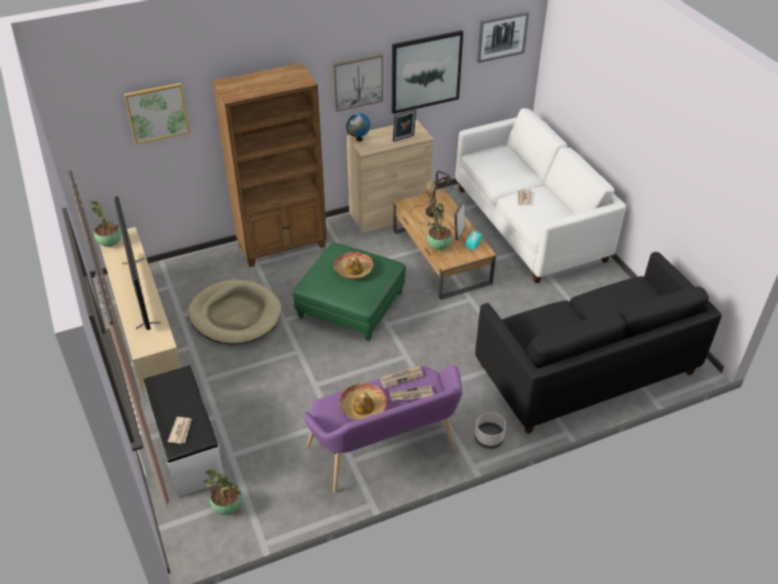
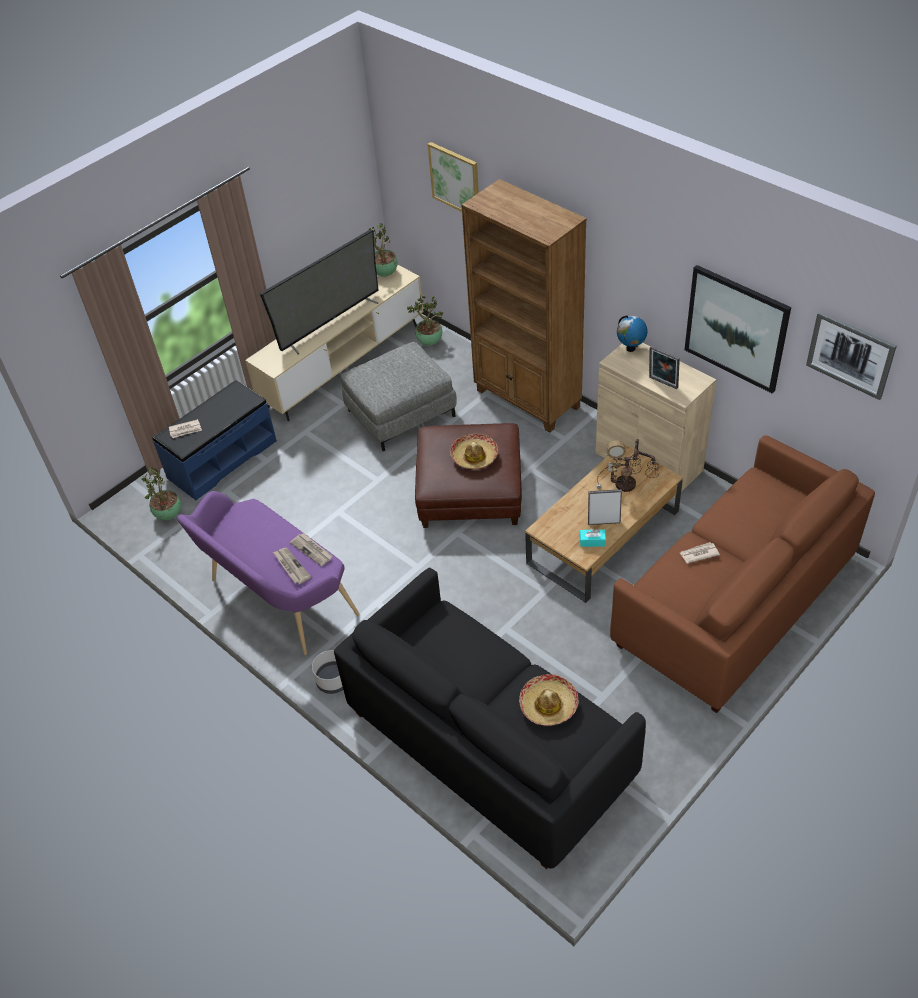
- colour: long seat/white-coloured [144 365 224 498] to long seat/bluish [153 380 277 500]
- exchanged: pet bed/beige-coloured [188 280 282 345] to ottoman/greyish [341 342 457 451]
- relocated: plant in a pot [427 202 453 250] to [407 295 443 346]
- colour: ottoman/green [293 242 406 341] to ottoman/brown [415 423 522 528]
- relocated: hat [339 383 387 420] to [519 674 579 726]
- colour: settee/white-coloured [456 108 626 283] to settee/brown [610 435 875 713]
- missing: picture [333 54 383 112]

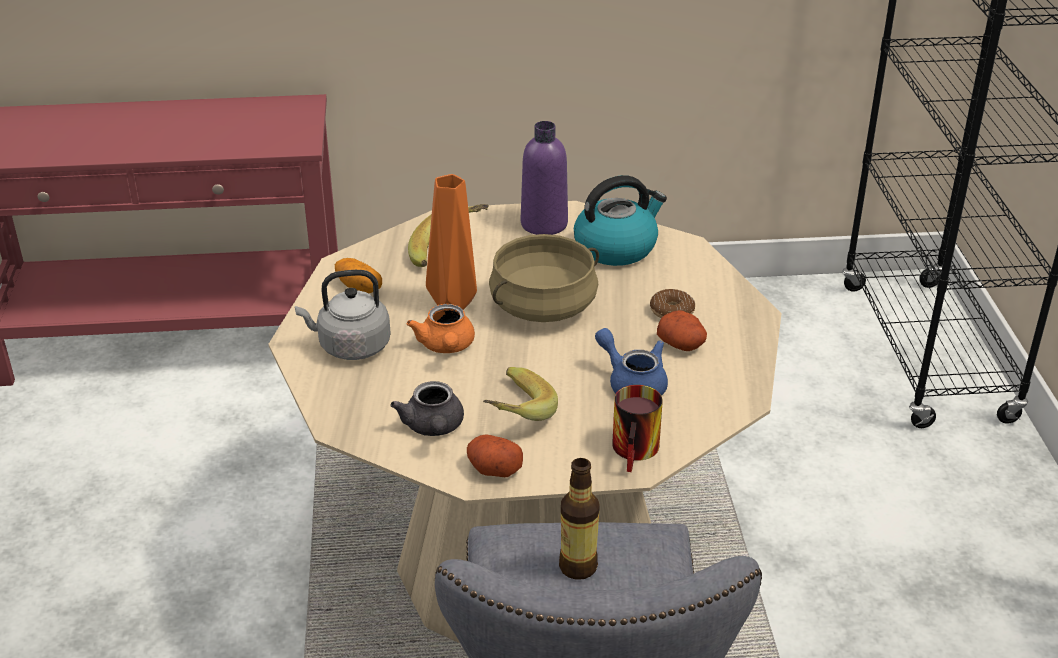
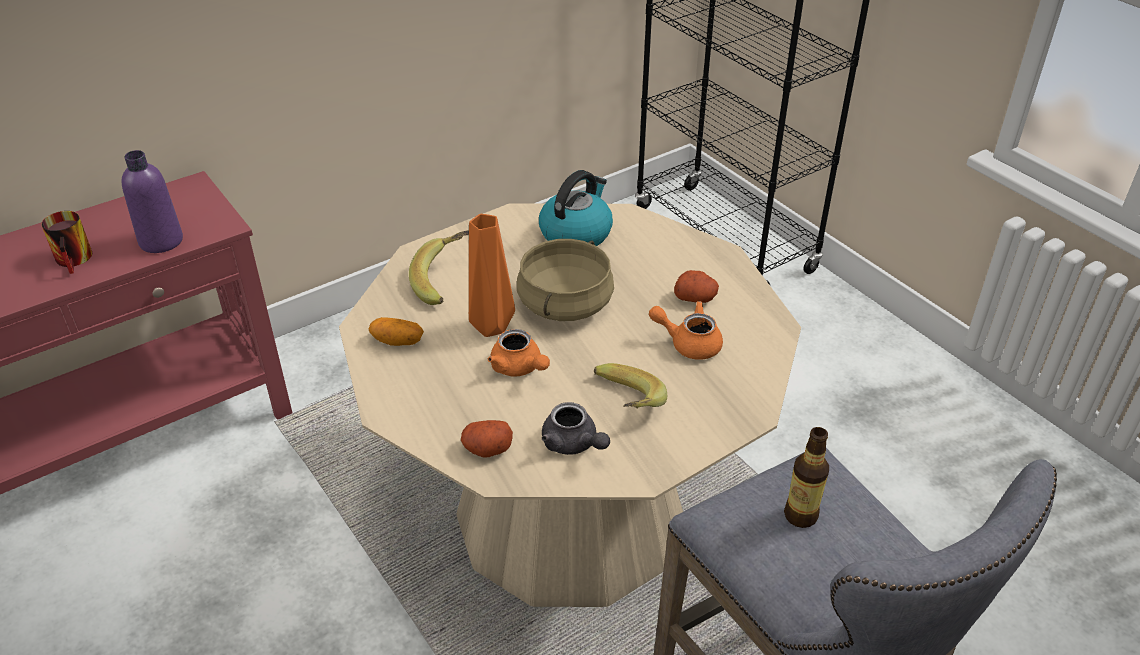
- relocated: coffee mug [612 385 663 472] to [41 211 92 274]
- relocated: beverage bottle/purple-coloured [521 121 568 235] to [122 150 183 253]
- relocated: potato [467 434 523 477] to [461 420 513 458]
- colour: pot for tea/bluish [595 328 668 396] to pot for tea/orange [649 301 723 360]
- missing: water kettle/greyish [295 270 391 360]
- missing: donut [650 289 695 318]

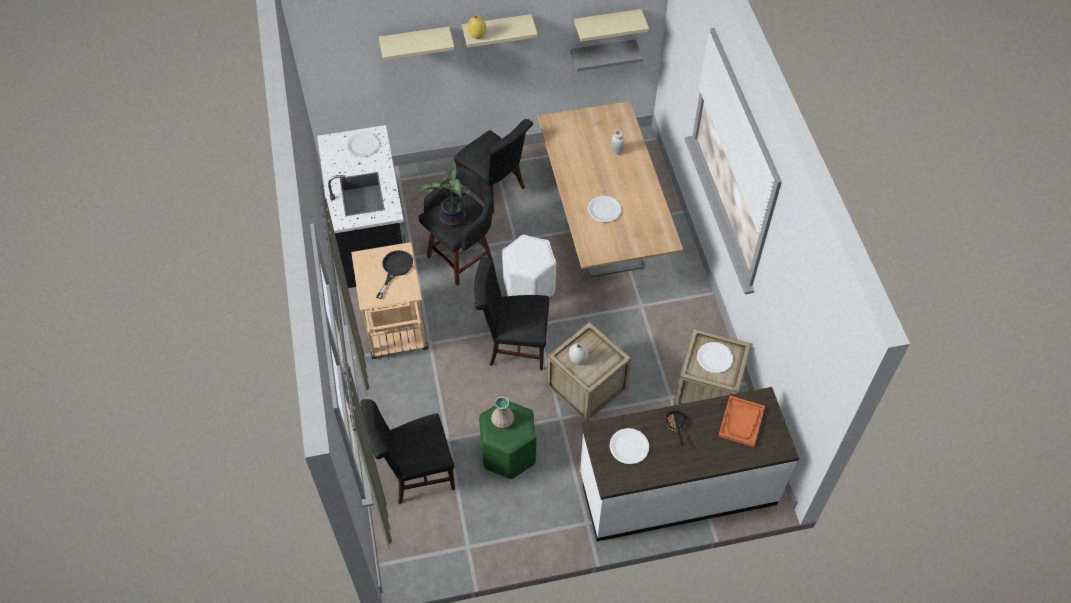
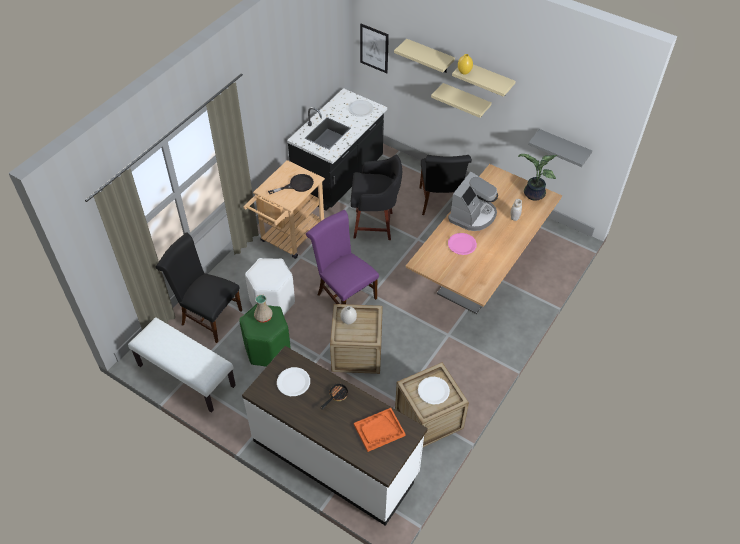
- appeared: long seat/white-coloured [128 317 236 413]
- relocated: stool seat/white-coloured [502 235 556 297] to [245 258 295 315]
- colour: chair/black [474 256 549 371] to chair/purple-coloured [306 210 379 304]
- appeared: picture [360 24 389 73]
- relocated: wall shelf/beige-coloured [574 9 649 42] to [431 83 492 118]
- appeared: coffee brewer [448 172 498 231]
- colour: plate/white-coloured [588 196 622 222] to plate/pink-coloured [448 233 477 255]
- relocated: plant in a pot [419 165 469 226] to [518 154 557 201]

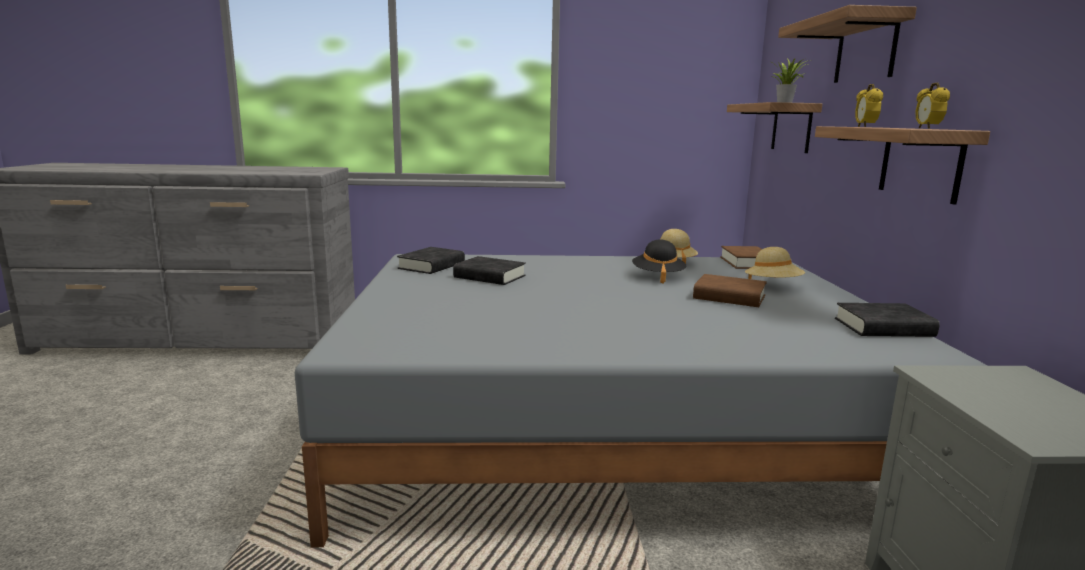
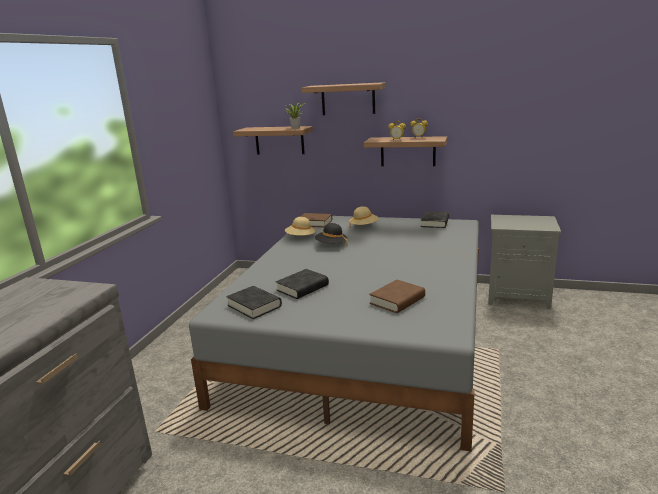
- relocated: bound book/brown [693 274 767 307] to [369 279 425 313]

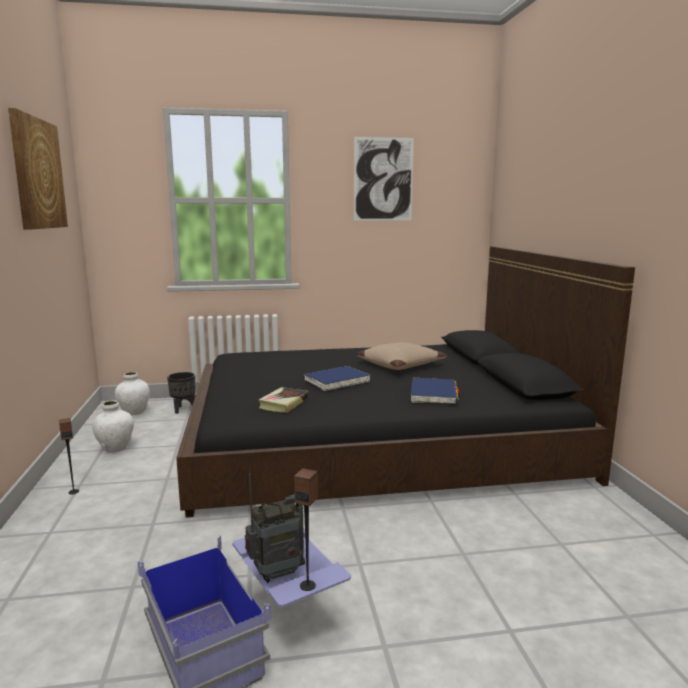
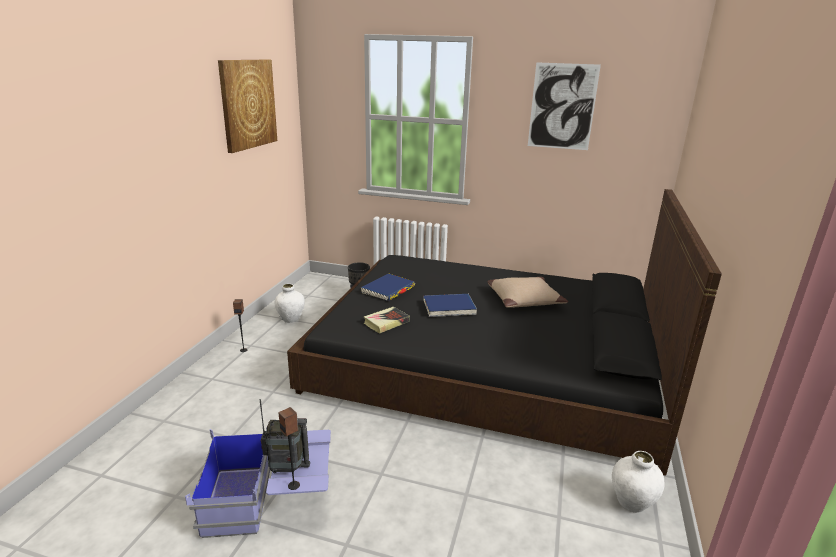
- relocated: bound book/bluish [410 378 459 404] to [361 273 415 301]
- relocated: vase/white-coloured [115 372 150 415] to [612 451 664 513]

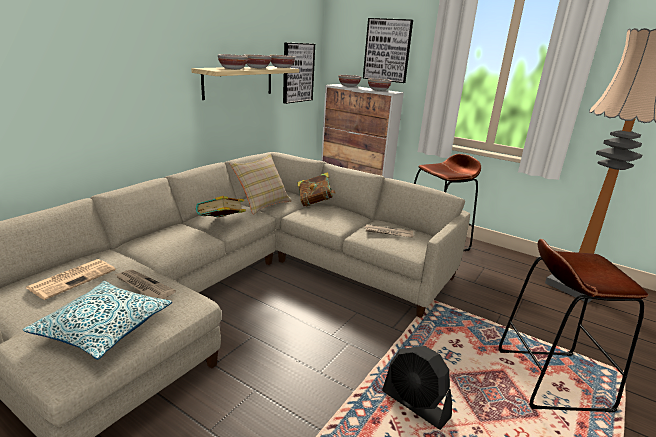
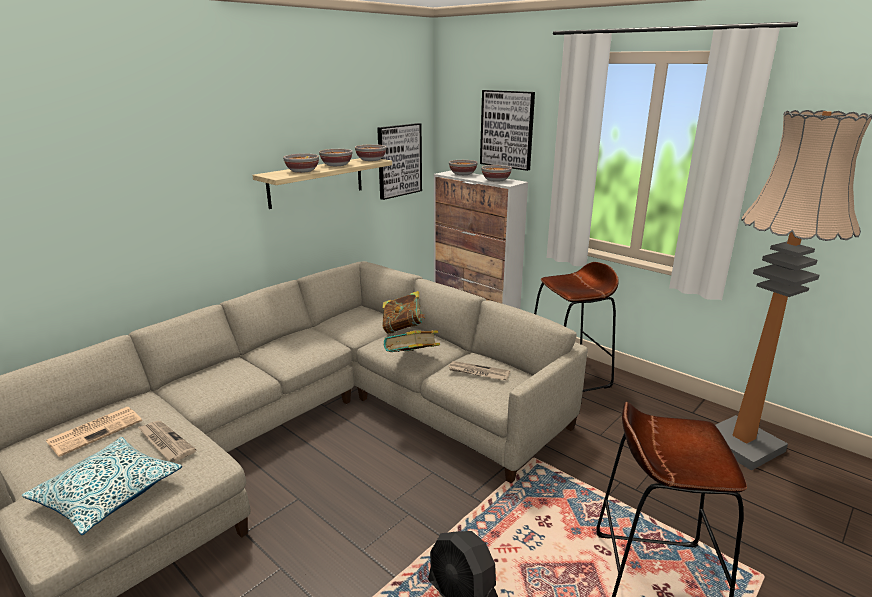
- relocated: bound book [196 196 246 217] to [384 330 440 352]
- missing: pillow/beige-coloured [229 153 292 215]

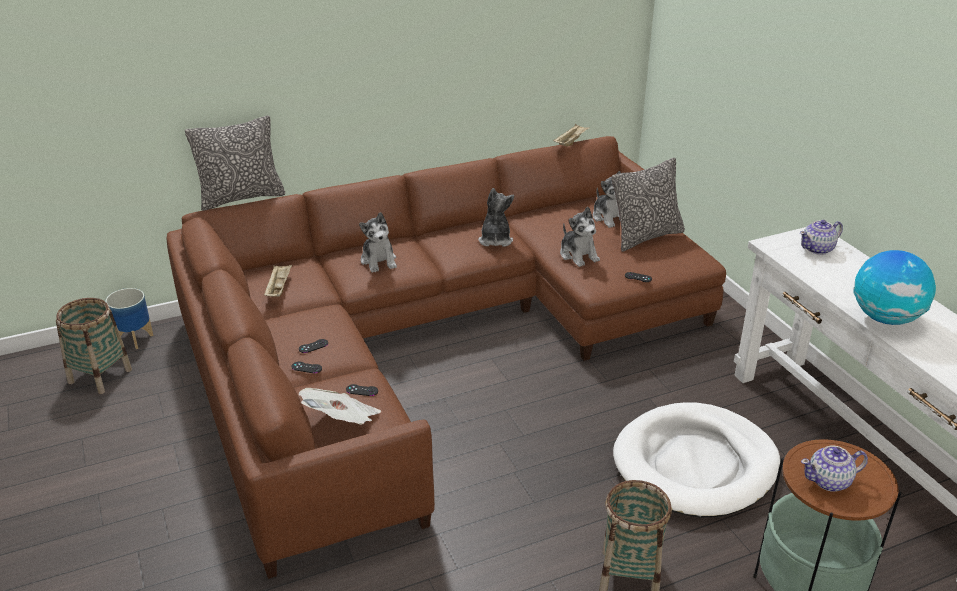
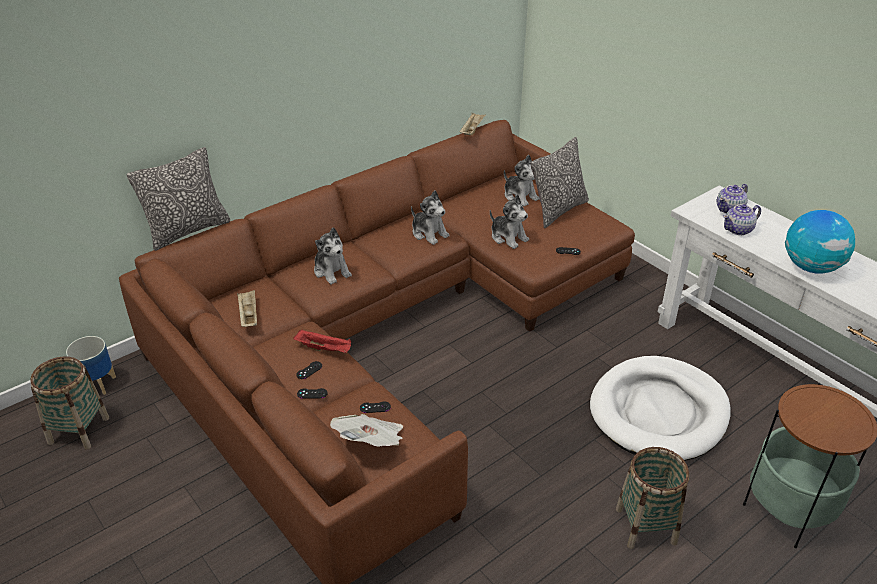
- appeared: tray/red [293 329 351 353]
- spun: plush toy [478 188 514 247] = [411 191 450 245] 150 degrees clockwise
- relocated: pot for tea [801 446 868 492] to [723 204 761 235]

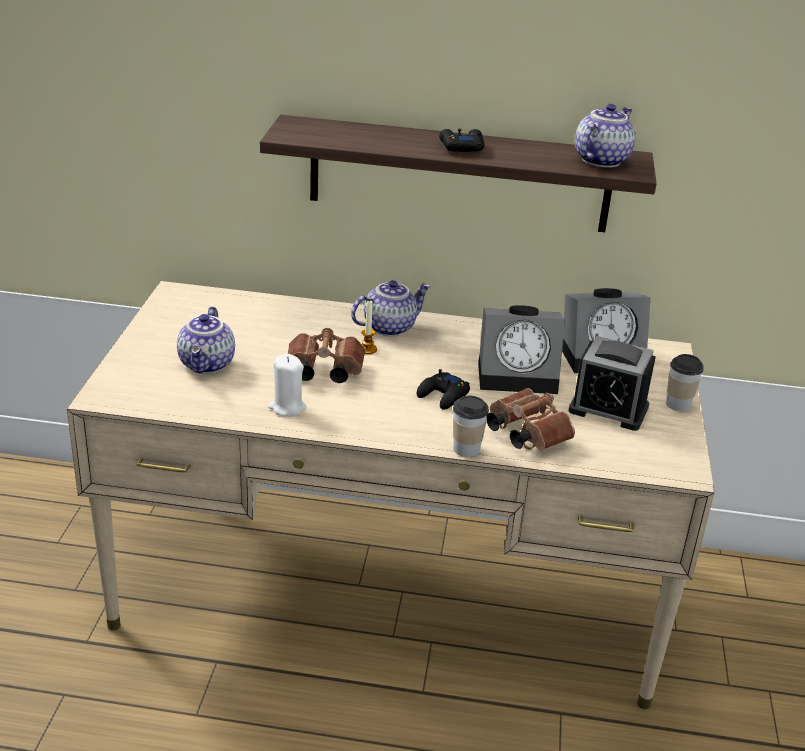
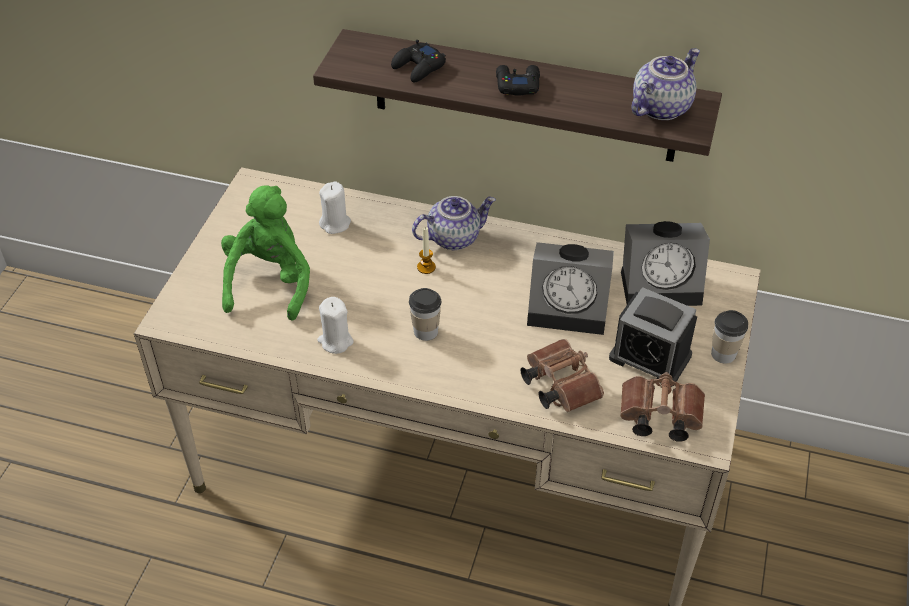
- exchanged: pot for tea [177 306 235 374] to plush toy/green [221 185 310 321]
- appeared: wax light/white-coloured [319 181 351 234]
- relocated: gamepad/black [417 369 470 410] to [391 40 446 83]
- relocated: small cup [453 396 489 457] to [409 288 441 341]
- relocated: binoculars/brown [288 328 365 383] to [620 372 705 442]

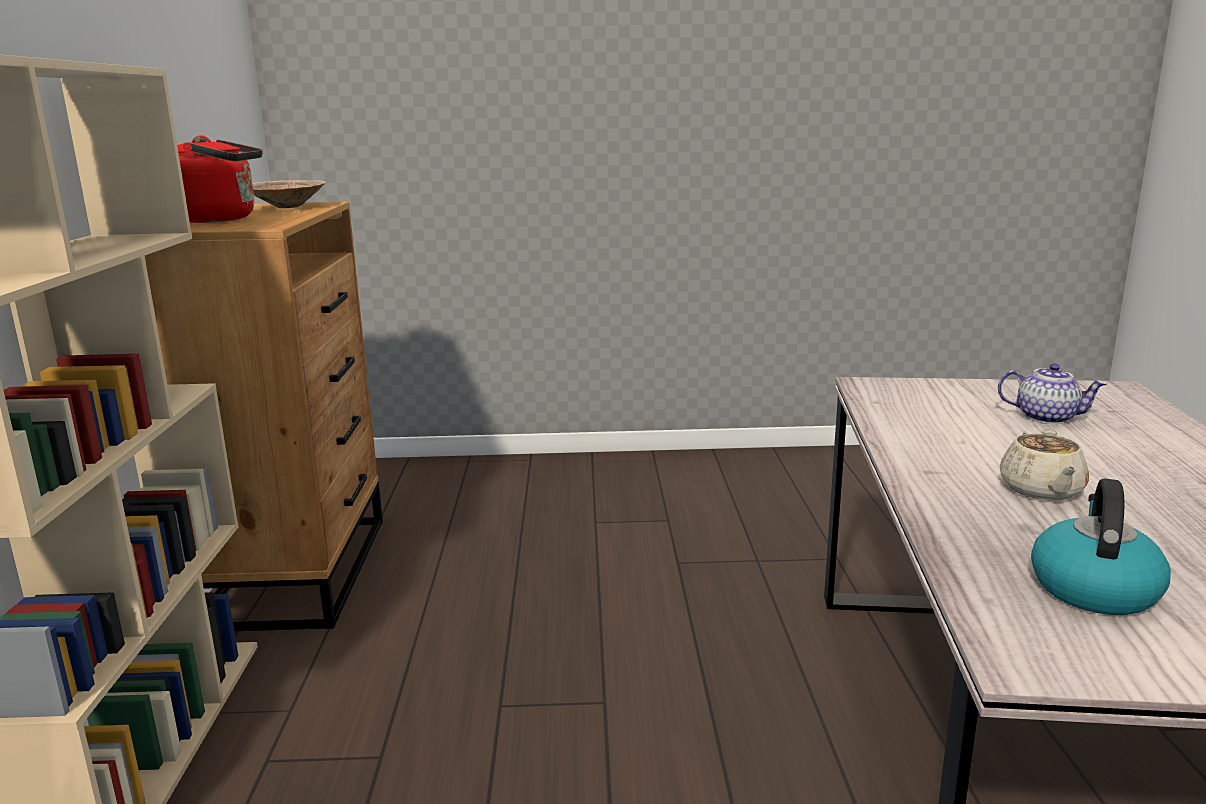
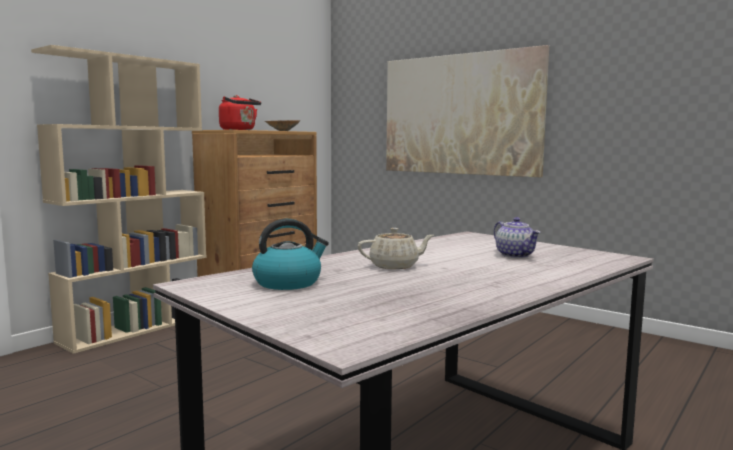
- spun: pot for tea/beige-coloured [1000 429 1089 501] = [358 228 434 269] 150 degrees counterclockwise
- appeared: picture [386 45 549 177]

